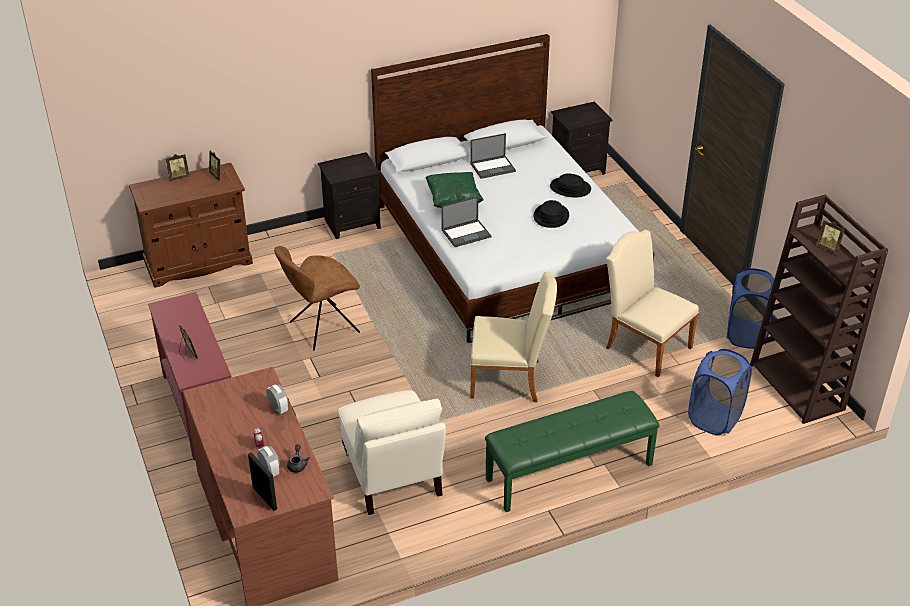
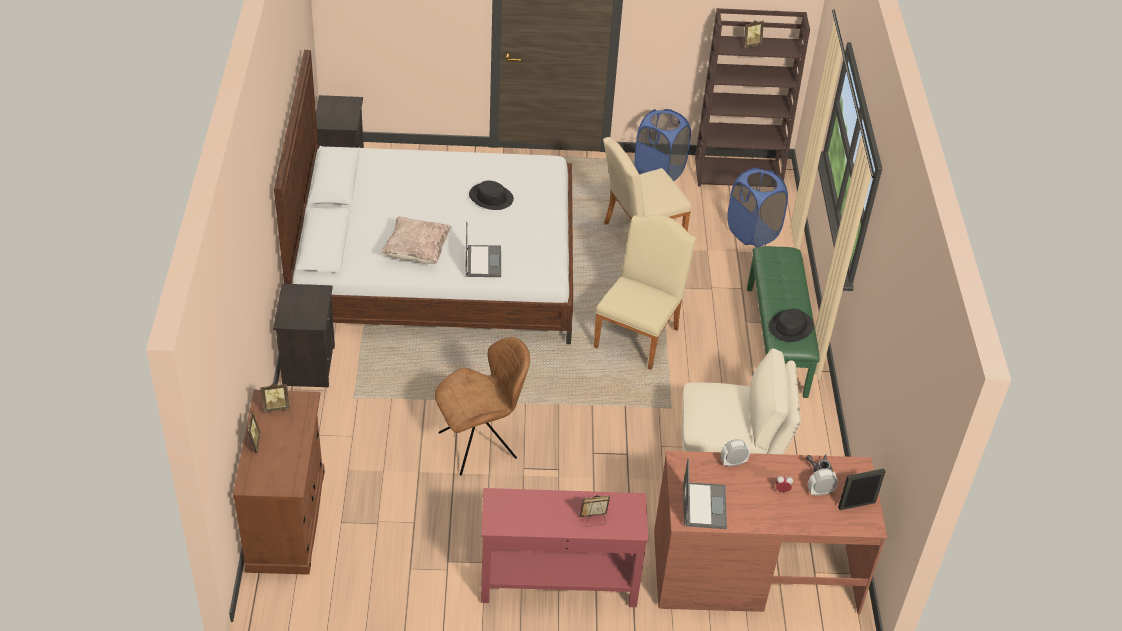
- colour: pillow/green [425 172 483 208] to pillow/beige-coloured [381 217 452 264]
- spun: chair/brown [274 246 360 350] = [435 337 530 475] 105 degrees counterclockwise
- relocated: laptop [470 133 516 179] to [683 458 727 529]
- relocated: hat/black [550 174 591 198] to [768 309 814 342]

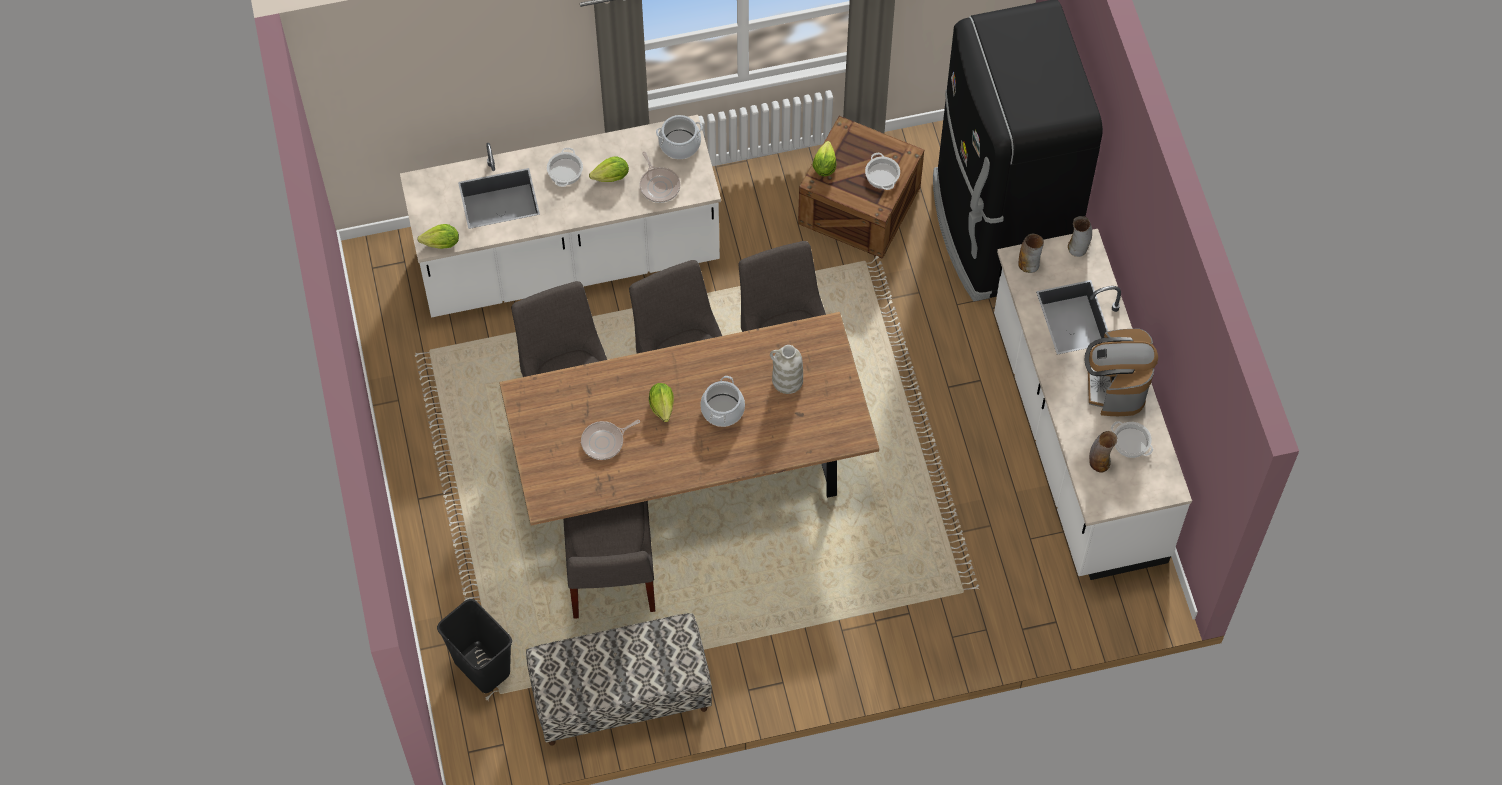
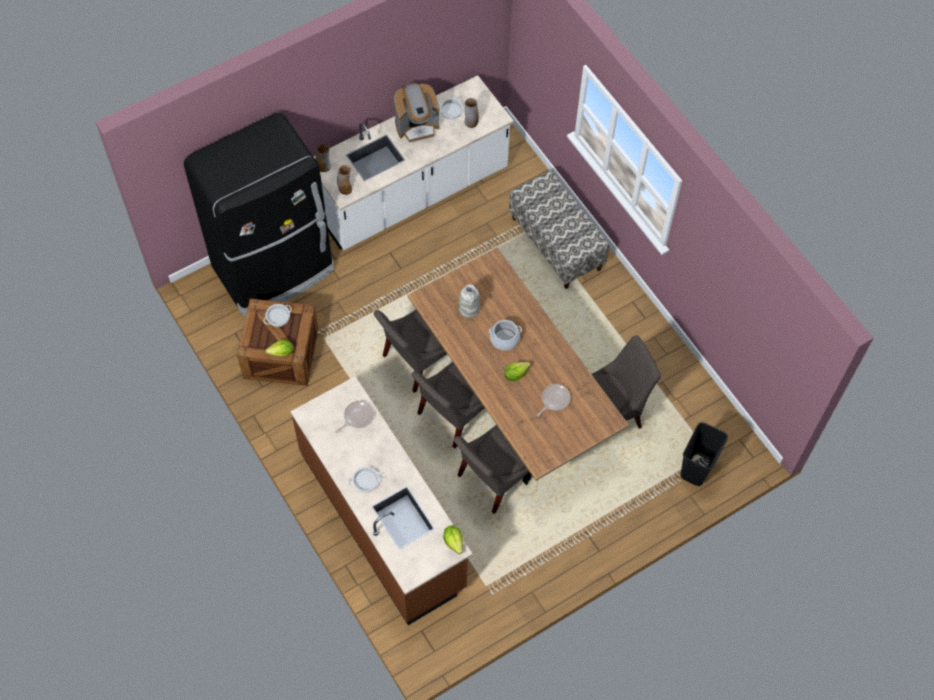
- colour: kitchen counter/white-coloured [400 115 721 317] to kitchen counter/brown [290 376 472 625]
- relocated: long seat [526 613 712 746] to [509 171 609 289]
- spun: skillet [581 420 640 460] = [537 384 571 417] 90 degrees counterclockwise
- missing: lettuce [589 157 629 182]
- missing: cooking pot [656 115 703 159]

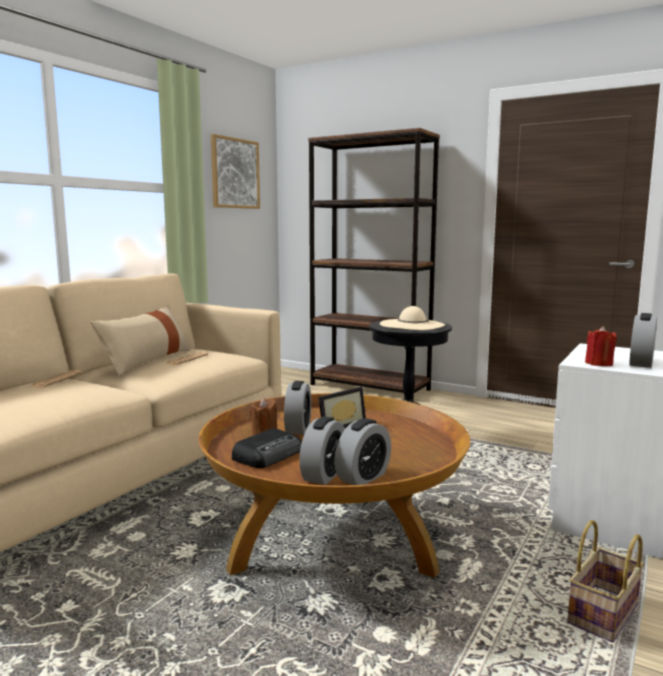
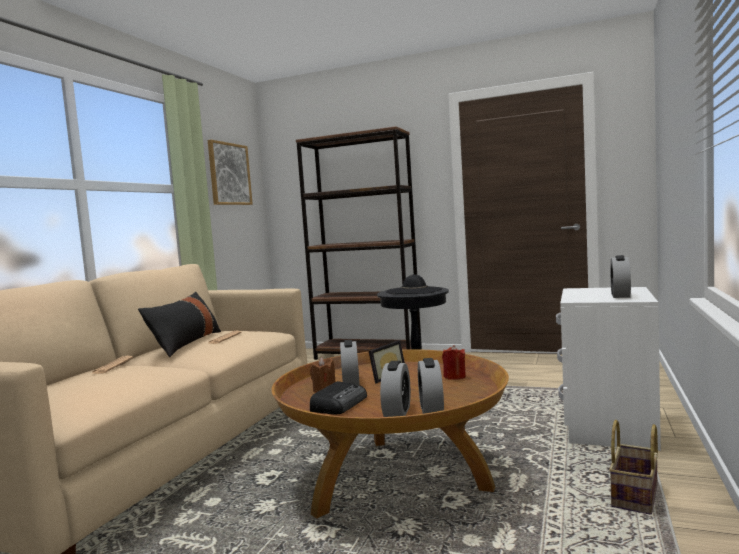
- colour: pillow/beige-coloured [90 305 191 376] to pillow/black [138 292 221 357]
- colour: hat/beige-coloured [380 306 445 330] to hat/black [386 274 443 294]
- spun: bedside clock [334 418 391 485] = [418 358 444 414] 150 degrees clockwise
- relocated: wax light/red [585 326 617 366] to [442 345 466 380]

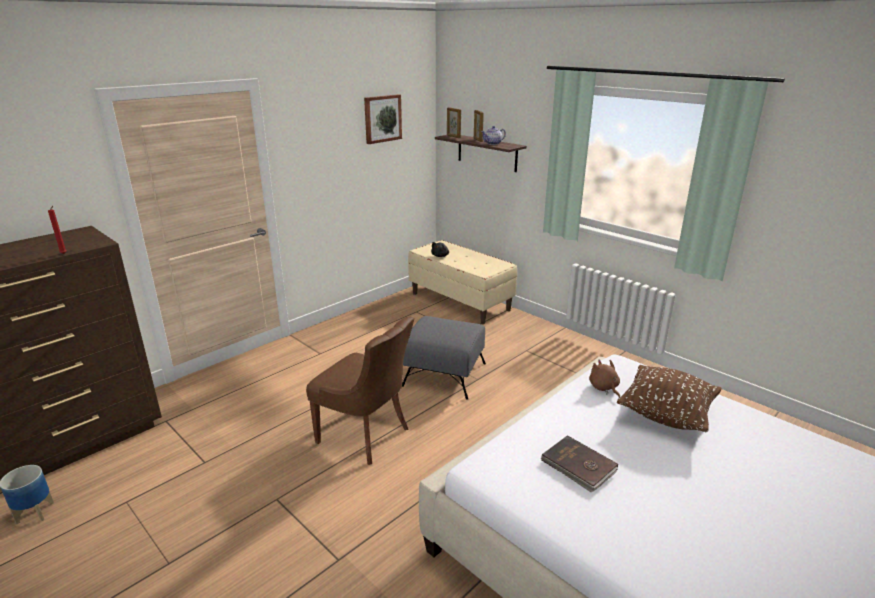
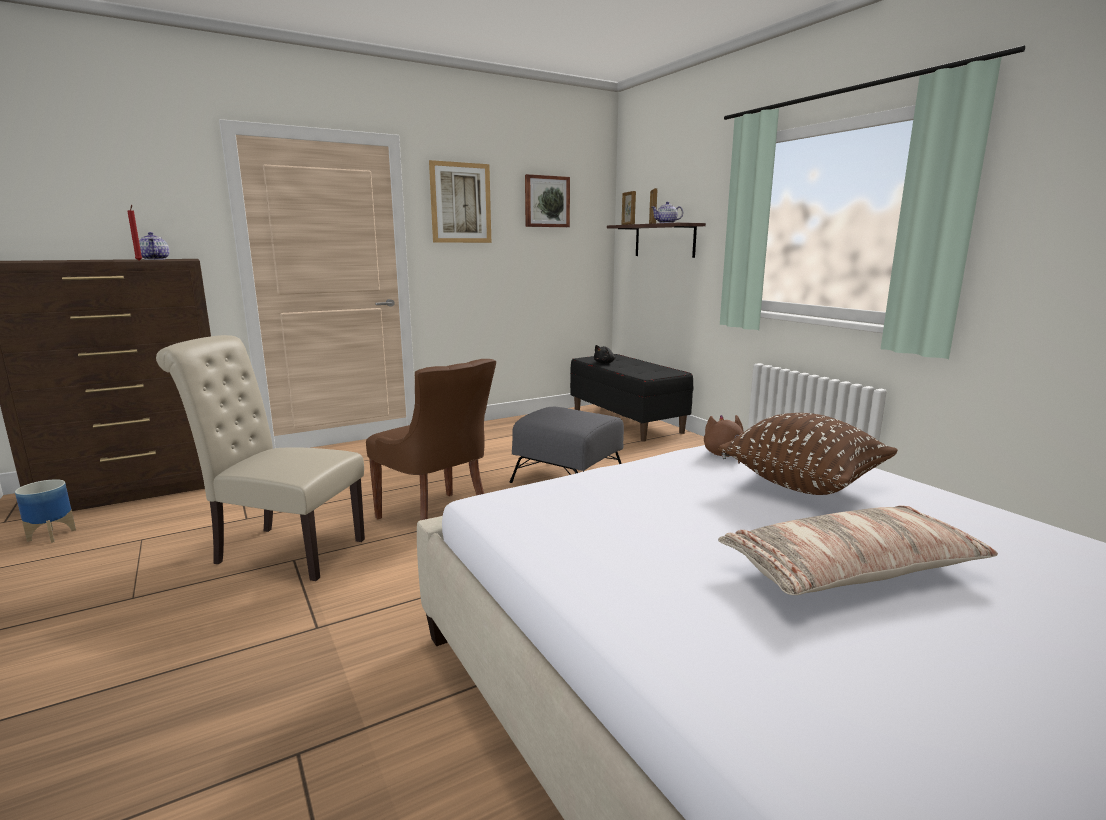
- appeared: pot for tea [139 232 169 260]
- appeared: chair/beige-coloured [156 335 365 581]
- appeared: picture [429 160 491 243]
- colour: long seat/beige-coloured [408 240 517 324] to long seat/black [570 354 693 442]
- appeared: pillow [718 505 998 595]
- missing: bound book/brown [541 435 618 492]

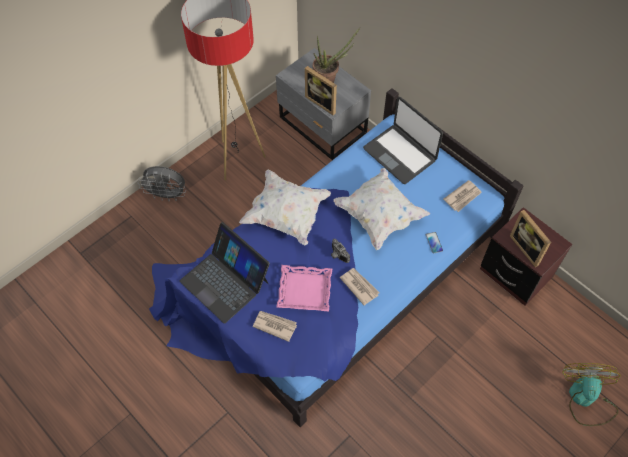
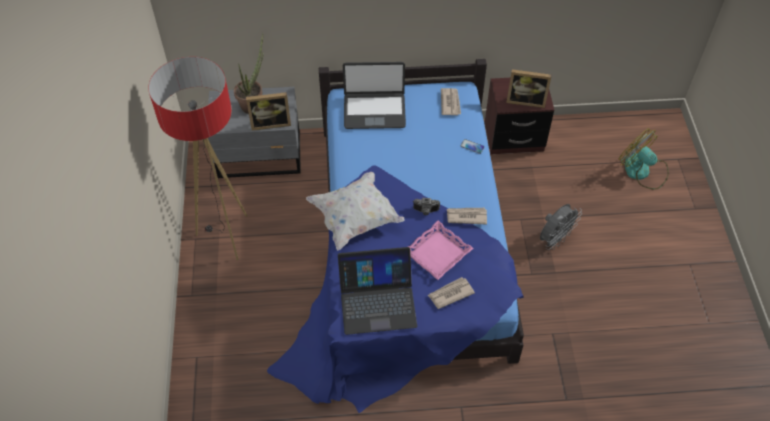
- relocated: electric fan/greyish [139 166 186 201] to [540 204 582 250]
- missing: pillow/white-coloured [333 168 430 250]

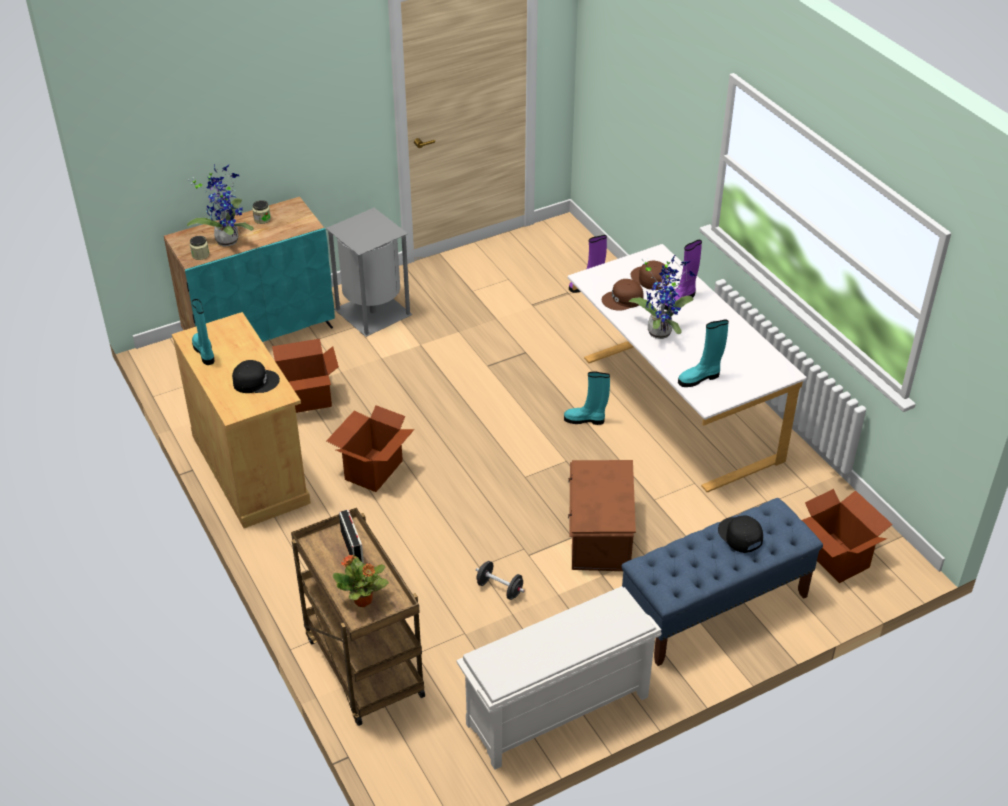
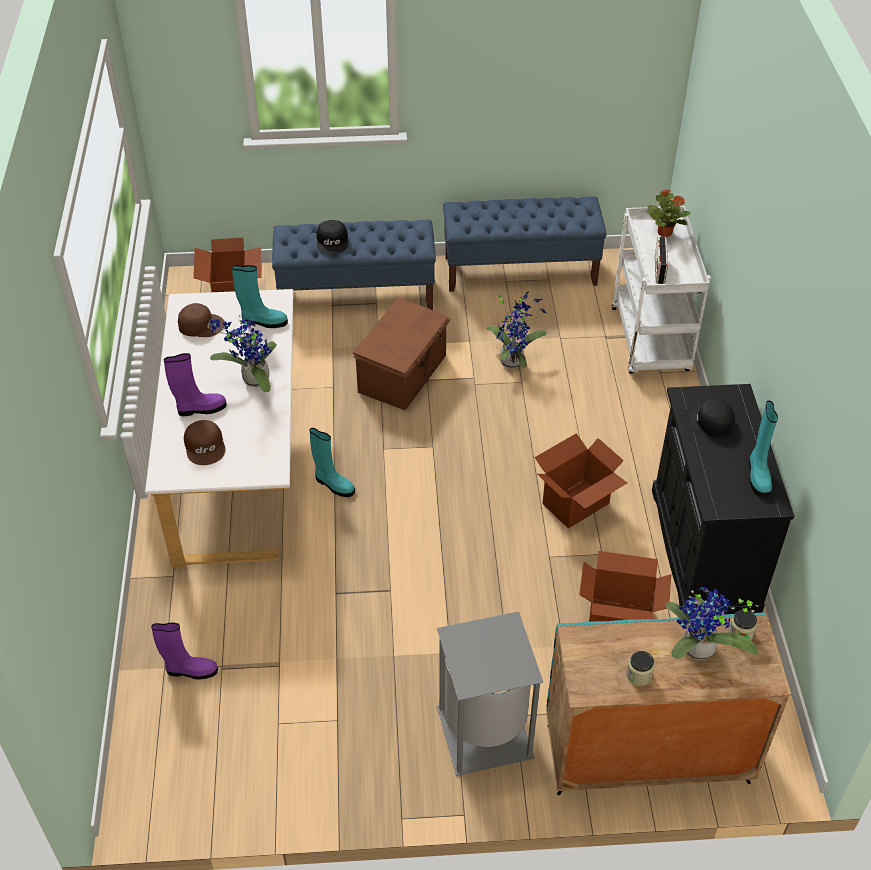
- relocated: cap/brown [602 279 643 311] to [178 303 225 337]
- exchanged: shoe rack/white-coloured [456 586 661 770] to long seat/bluish [443 197 606 292]
- exchanged: hand weight/black [476 561 525 600] to plant in a pot [486 291 547 369]
- colour: cart/brown [291 508 425 726] to cart/white-coloured [612 206 711 374]
- colour: storage cabinet/beige-coloured [172 312 311 528] to storage cabinet/black [652 384 794 615]

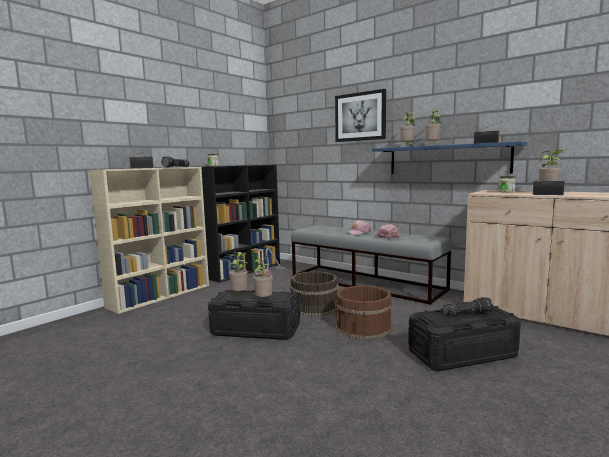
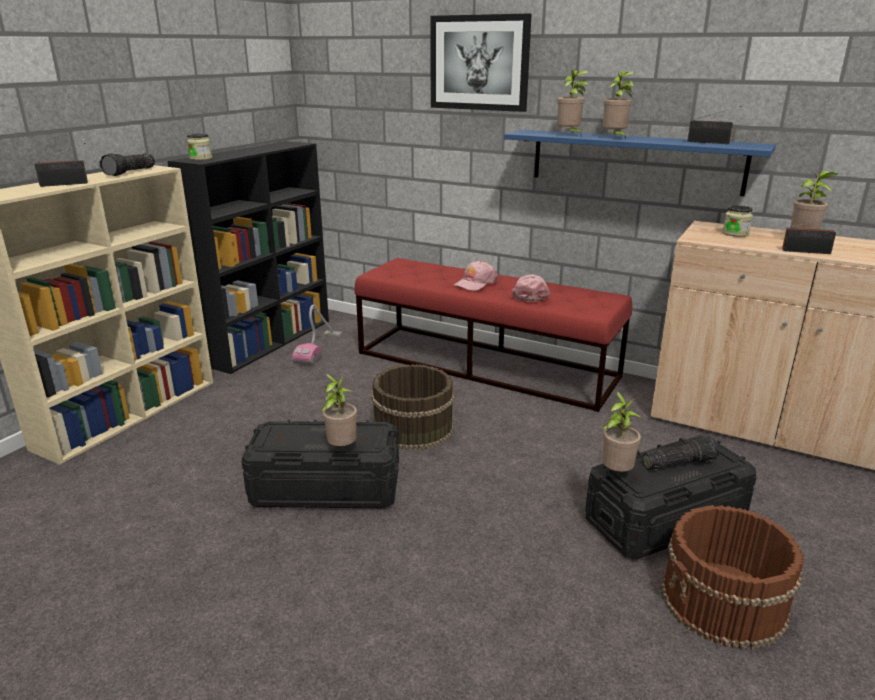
- colour: long seat/greyish [291 225 452 305] to long seat/red [354 258 632 412]
- relocated: plant in a pot [228 252 248 291] to [602 392 642 472]
- relocated: pail/brown [334 285 393 340] to [661 505 804 650]

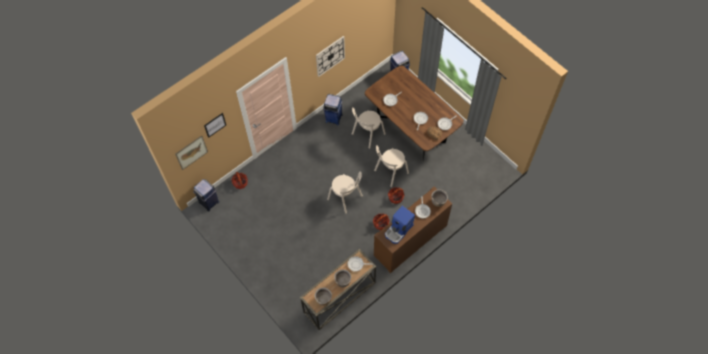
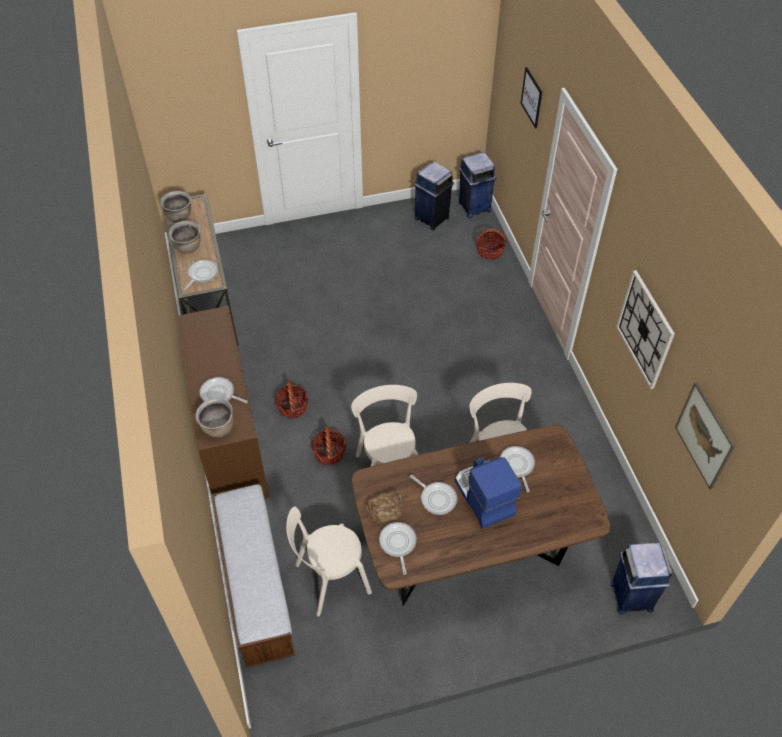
- appeared: long seat [212 483 295 668]
- relocated: chair/beige-coloured [327 171 363 214] to [286 507 372 617]
- relocated: waste bin/bluish [323 94 343 126] to [414 162 454 230]
- relocated: coffee brewer [385 206 415 244] to [455 457 522 529]
- relocated: picture [175 135 208 170] to [675 382 735 490]

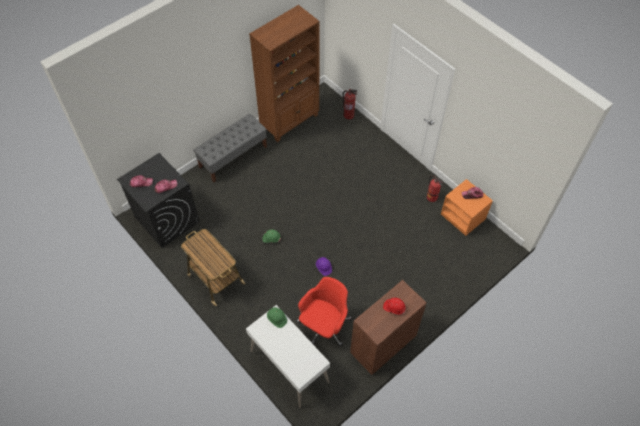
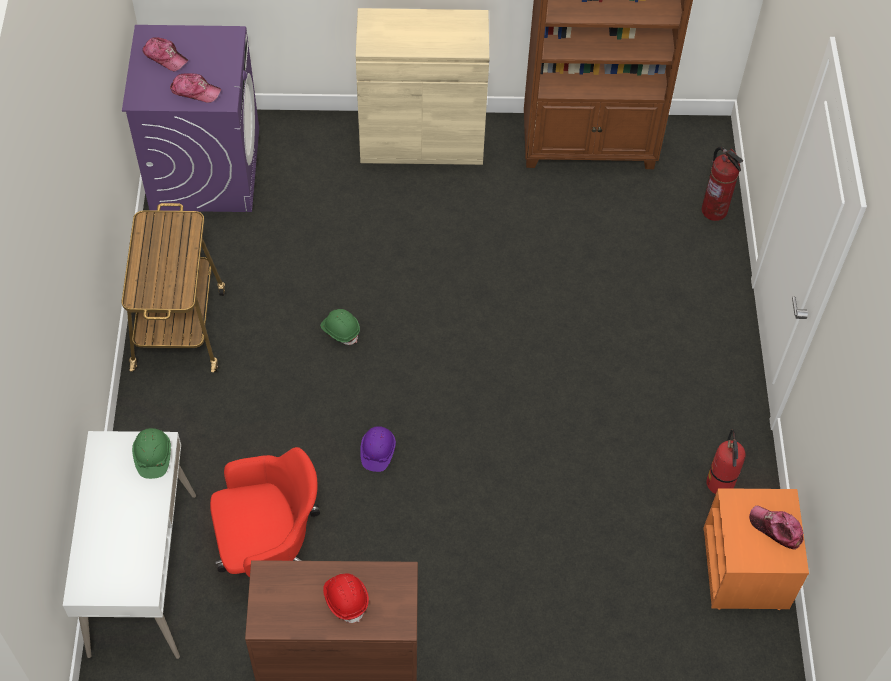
- colour: laundry appliance/black [117 153 200 248] to laundry appliance/purple-coloured [122 25 259 212]
- exchanged: long seat/greyish [193 114 267 182] to storage cabinet/beige-coloured [356 8 489 165]

